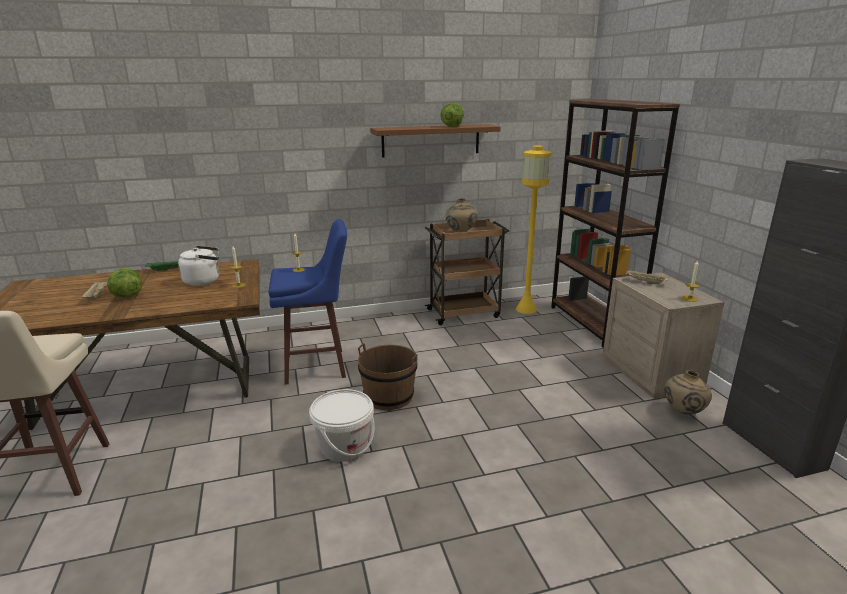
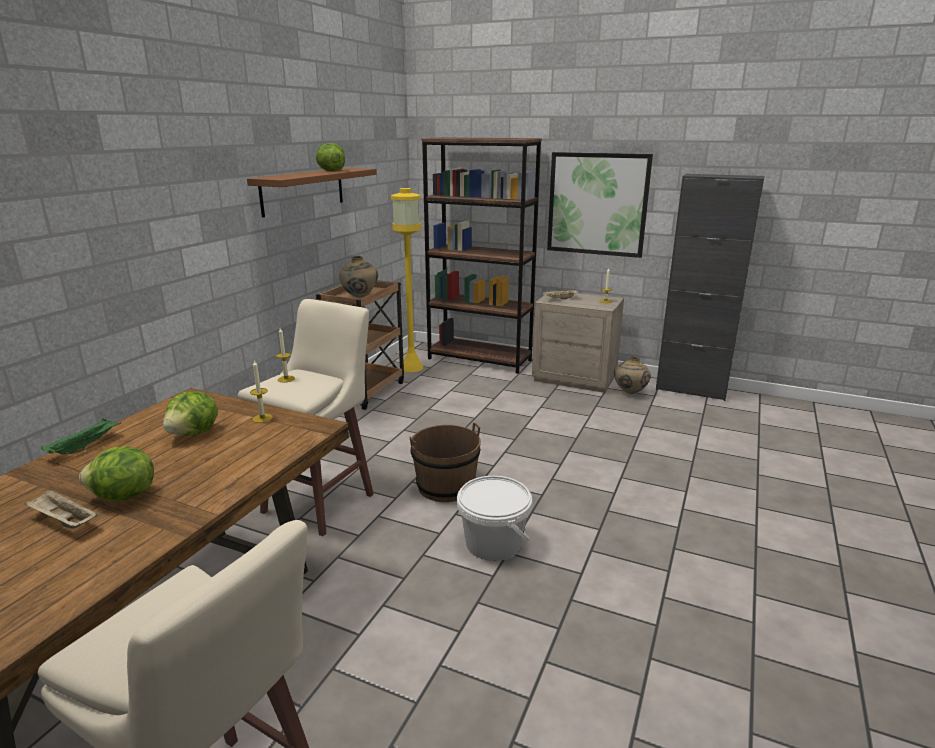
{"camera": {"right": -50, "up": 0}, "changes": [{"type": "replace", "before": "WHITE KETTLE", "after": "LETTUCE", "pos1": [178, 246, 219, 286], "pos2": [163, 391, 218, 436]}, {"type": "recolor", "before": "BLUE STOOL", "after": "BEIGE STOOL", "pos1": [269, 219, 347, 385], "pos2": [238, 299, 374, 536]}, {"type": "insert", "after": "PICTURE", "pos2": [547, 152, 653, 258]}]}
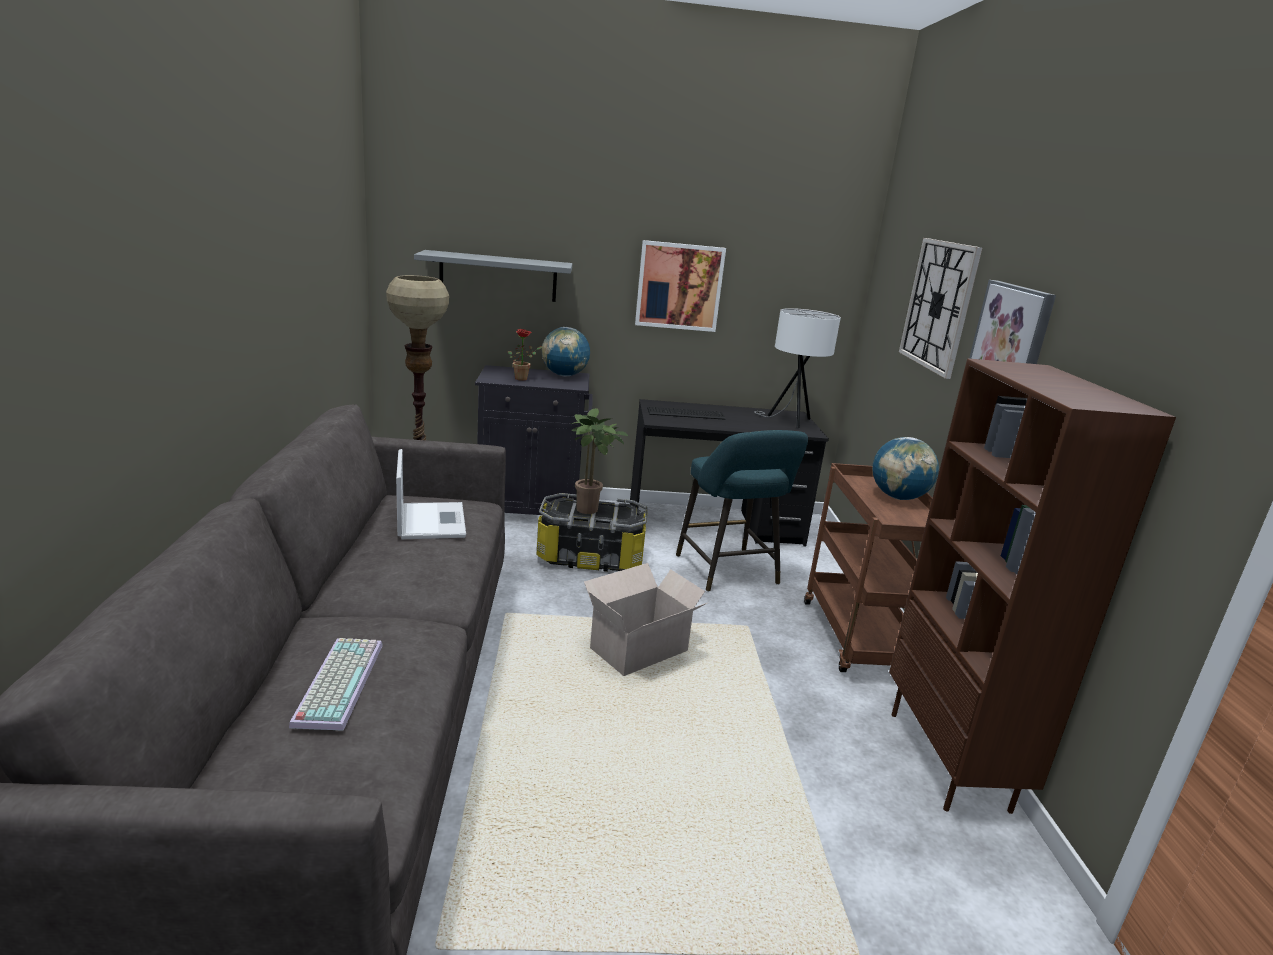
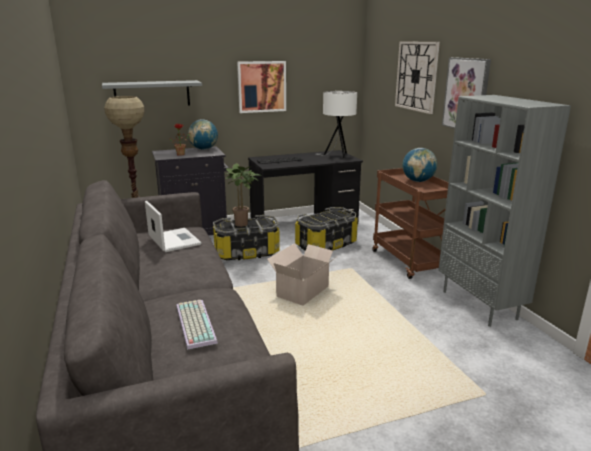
{"camera": {"right": -15, "up": 0}, "changes": [{"type": "replace", "before": "TURQUOISE STOOL", "after": "STORAGE BOX", "pos1": [676, 430, 808, 592], "pos2": [295, 207, 358, 251]}, {"type": "recolor", "before": "BROWN BOOKCASE", "after": "GREY BOOKCASE", "pos1": [889, 358, 1176, 814], "pos2": [439, 95, 571, 327]}]}
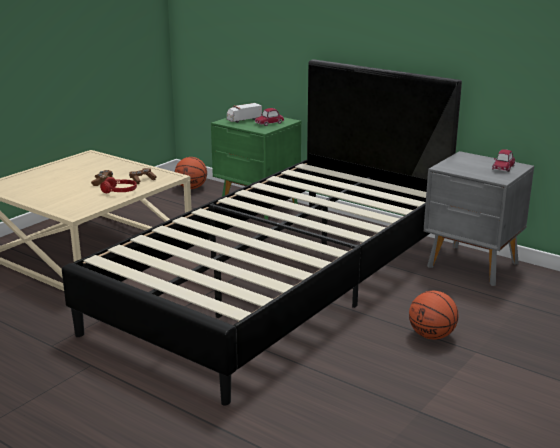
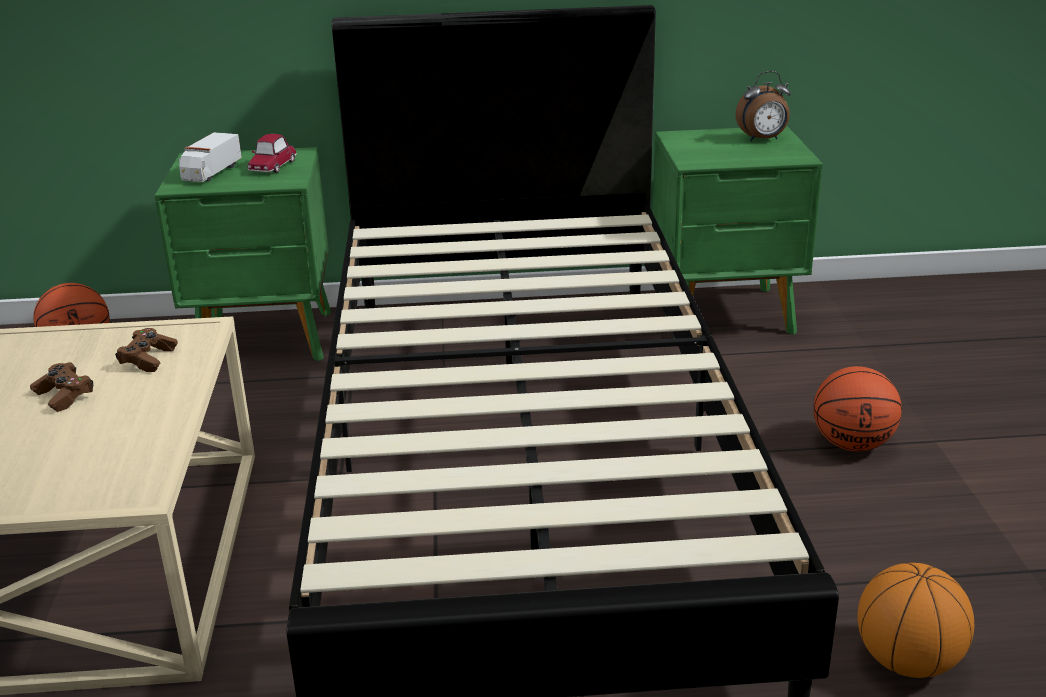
{"camera": {"right": -40, "up": 5}, "changes": [{"type": "delete", "before": "RED HEADPHONES", "pos1": [100, 177, 137, 193]}, {"type": "recolor", "before": "GREY NIGHTSTAND", "after": "GREEN NIGHTSTAND", "pos1": [424, 151, 534, 286], "pos2": [653, 126, 823, 339]}, {"type": "replace", "before": "TOY CAR", "after": "ALARM CLOCK", "pos1": [492, 149, 515, 172], "pos2": [736, 71, 791, 141]}, {"type": "insert", "after": "BASKETBALL", "pos2": [858, 563, 974, 678]}]}
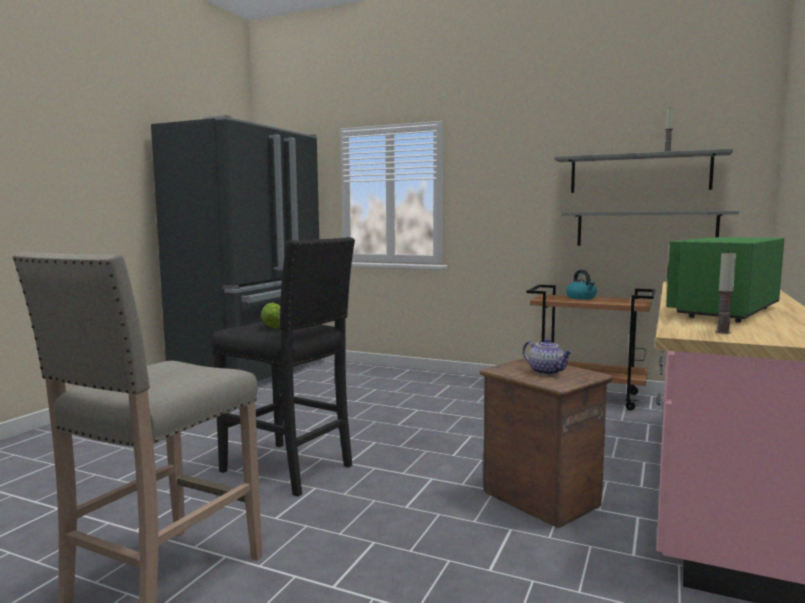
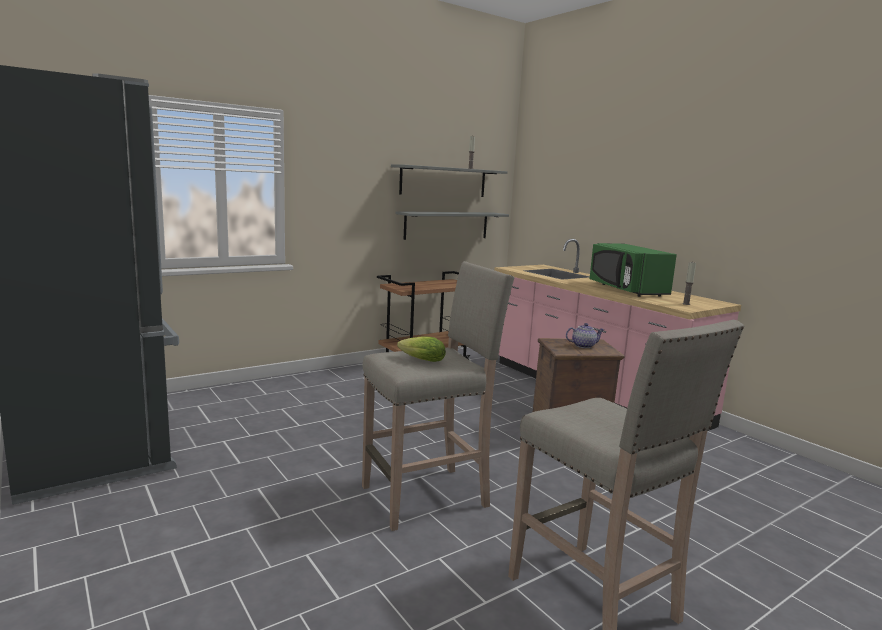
{"camera": {"right": -60, "up": 5}, "changes": [{"type": "recolor", "before": "BLACK STOOL", "after": "BEIGE STOOL", "pos1": [211, 237, 355, 497], "pos2": [362, 261, 514, 531]}, {"type": "delete", "before": "KETTLE", "pos1": [566, 270, 597, 299]}]}
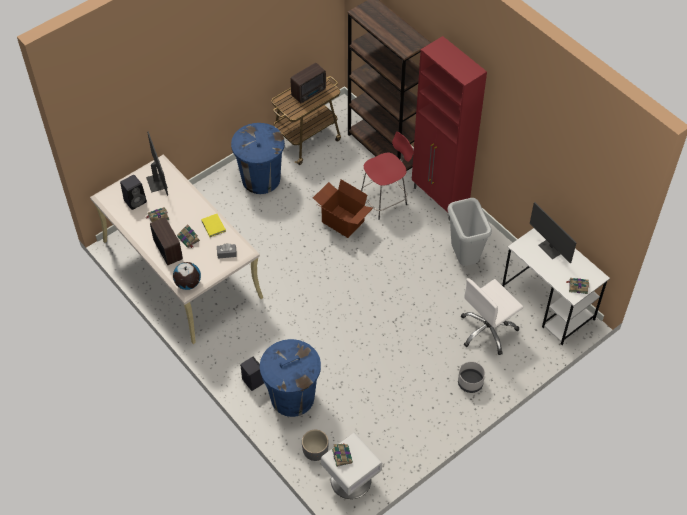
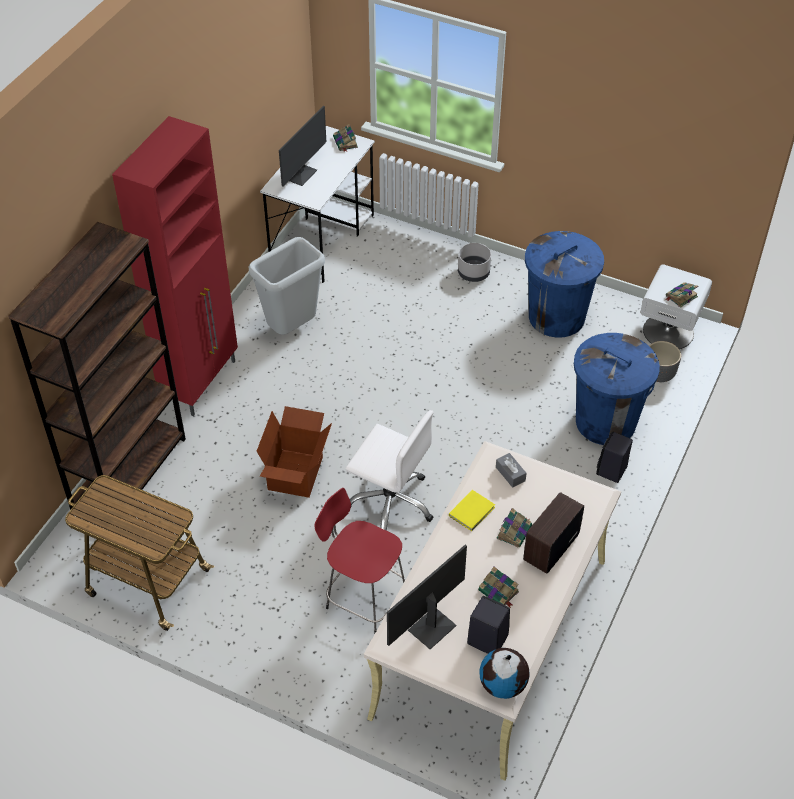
{"camera": {"right": -115, "up": -5}, "changes": [{"type": "move", "before": "GLOBE", "pos1": [173, 262, 201, 290], "pos2": [479, 648, 530, 699]}, {"type": "move", "before": "BLUE TRASH CAN", "pos1": [231, 123, 285, 194], "pos2": [525, 231, 604, 338]}, {"type": "delete", "before": "RADIO", "pos1": [290, 63, 326, 103]}, {"type": "move", "before": "RED STOOL", "pos1": [360, 132, 414, 220], "pos2": [314, 488, 406, 633]}, {"type": "move", "before": "WHITE OFFICE CHAIR", "pos1": [461, 278, 523, 355], "pos2": [345, 410, 434, 531]}]}
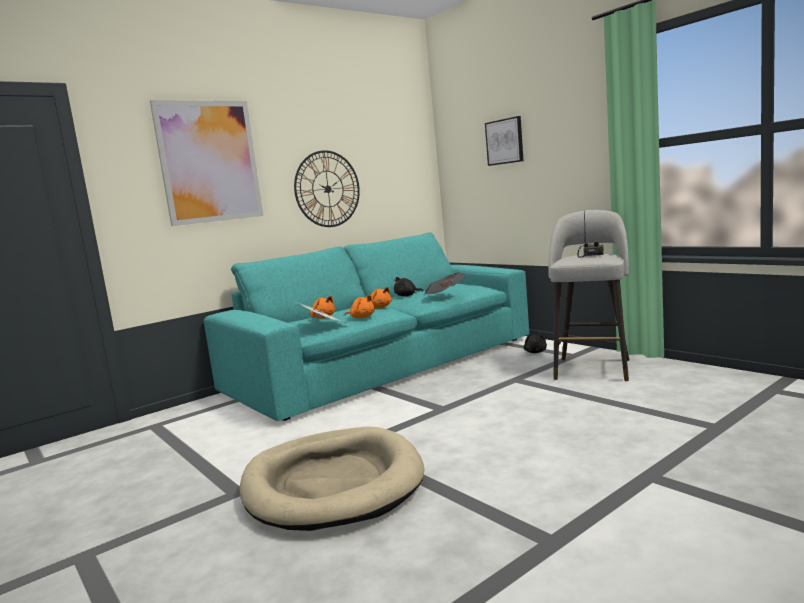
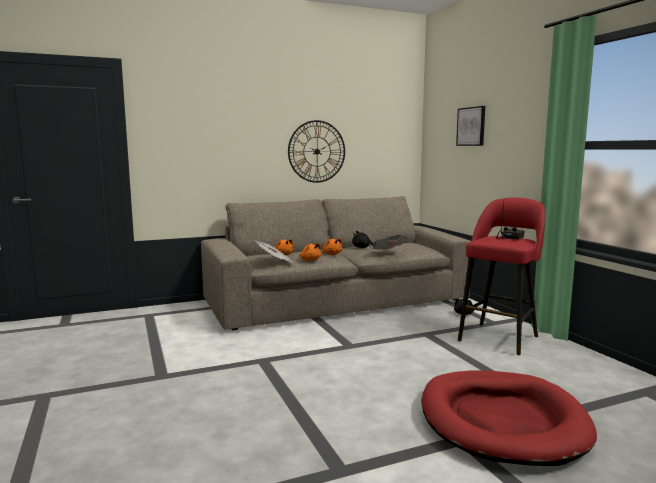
{"camera": {"right": 15, "up": 0}, "changes": [{"type": "delete", "before": "PICTURE", "pos1": [150, 100, 263, 226]}, {"type": "recolor", "before": "TURQUOISE SOFA", "after": "BEIGE SOFA", "pos1": [204, 232, 529, 421], "pos2": [201, 196, 471, 330]}, {"type": "delete", "before": "BEIGE DOG BED", "pos1": [239, 426, 424, 531]}, {"type": "recolor", "before": "GREY STOOL", "after": "RED STOOL", "pos1": [549, 210, 630, 382], "pos2": [458, 197, 545, 355]}, {"type": "insert", "after": "RED DOG BED", "pos2": [421, 370, 597, 466]}]}
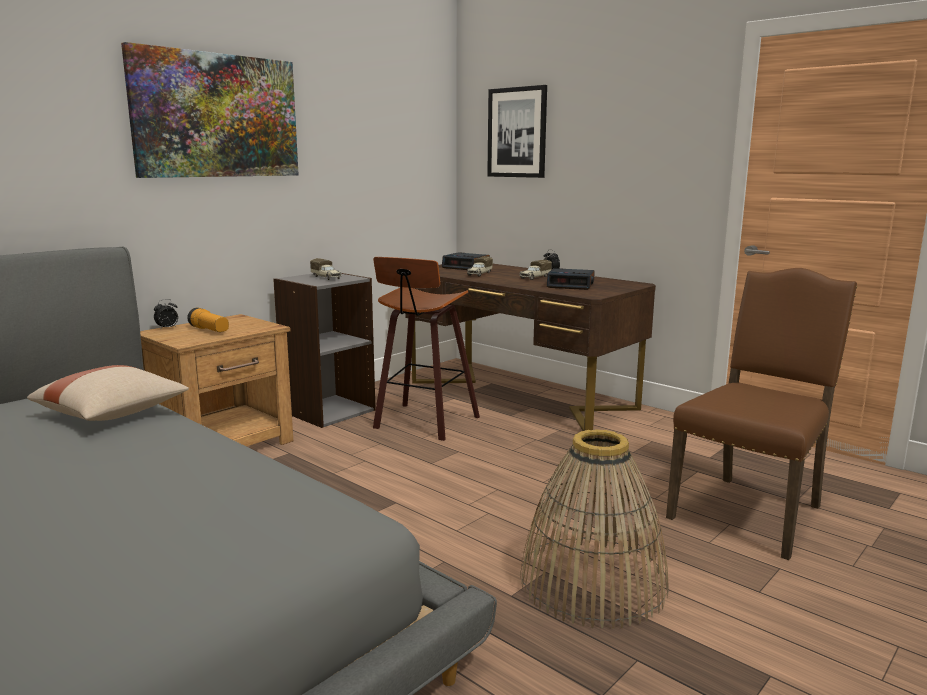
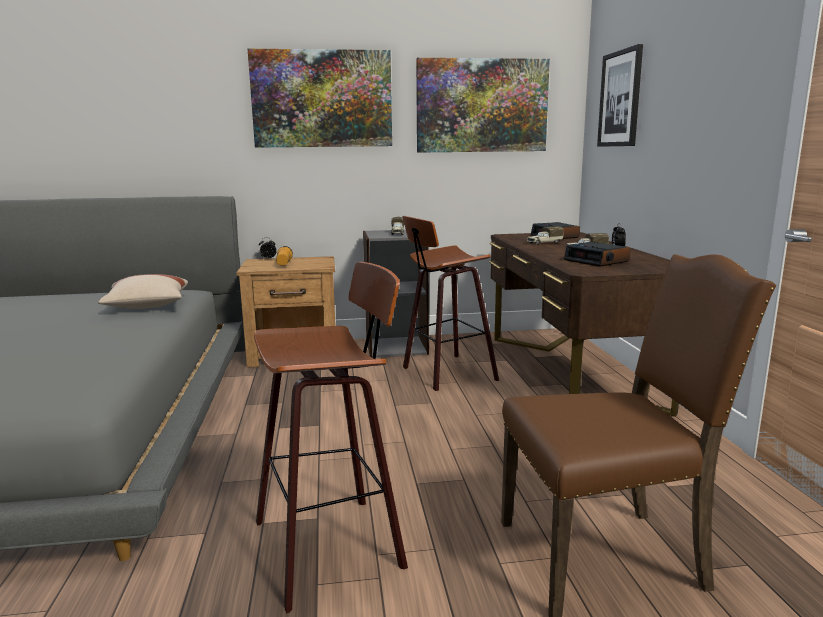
{"camera": {"right": 40, "up": 0}, "changes": [{"type": "replace", "before": "BASKET", "after": "STOOL", "pos1": [520, 429, 668, 629], "pos2": [254, 262, 408, 614]}, {"type": "insert", "after": "PICTURE", "pos2": [416, 58, 550, 153]}]}
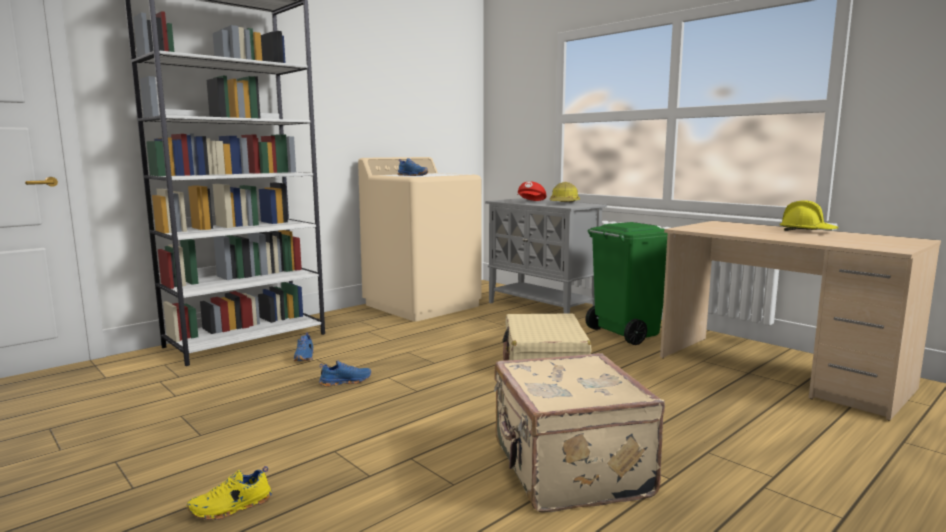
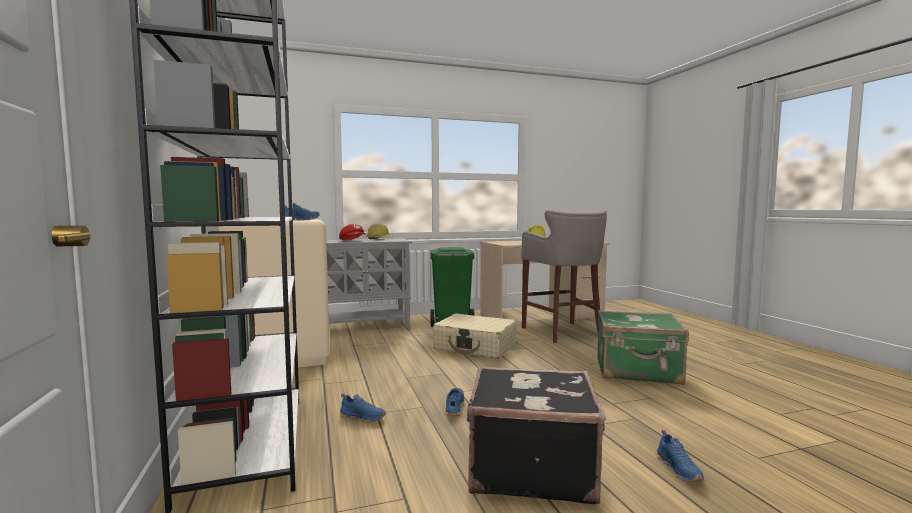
{"camera": {"right": -65, "up": -5}, "changes": [{"type": "recolor", "before": "YELLOW SHOE", "after": "BLUE SHOE", "pos1": [187, 466, 272, 520], "pos2": [656, 430, 704, 482]}, {"type": "recolor", "before": "BEIGE SUITCASE", "after": "GREEN SUITCASE", "pos1": [494, 353, 665, 513], "pos2": [597, 310, 689, 385]}, {"type": "insert", "after": "BLACK SUITCASE", "pos2": [467, 366, 606, 504]}, {"type": "insert", "after": "GREY STOOL", "pos2": [522, 210, 607, 343]}]}
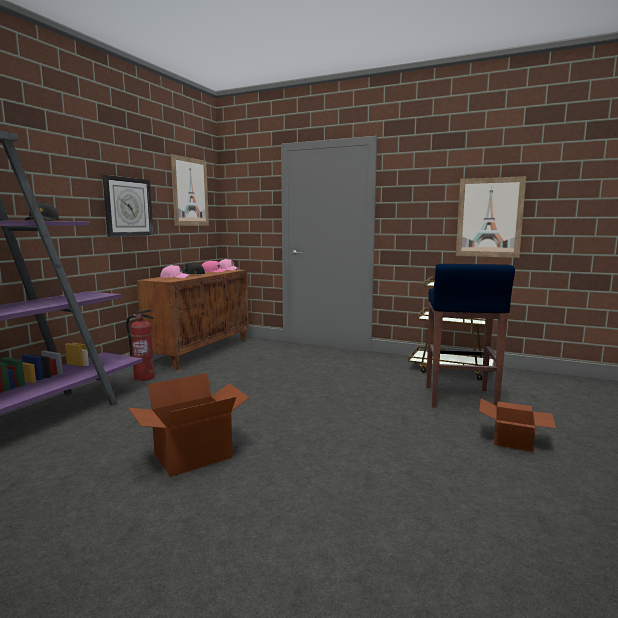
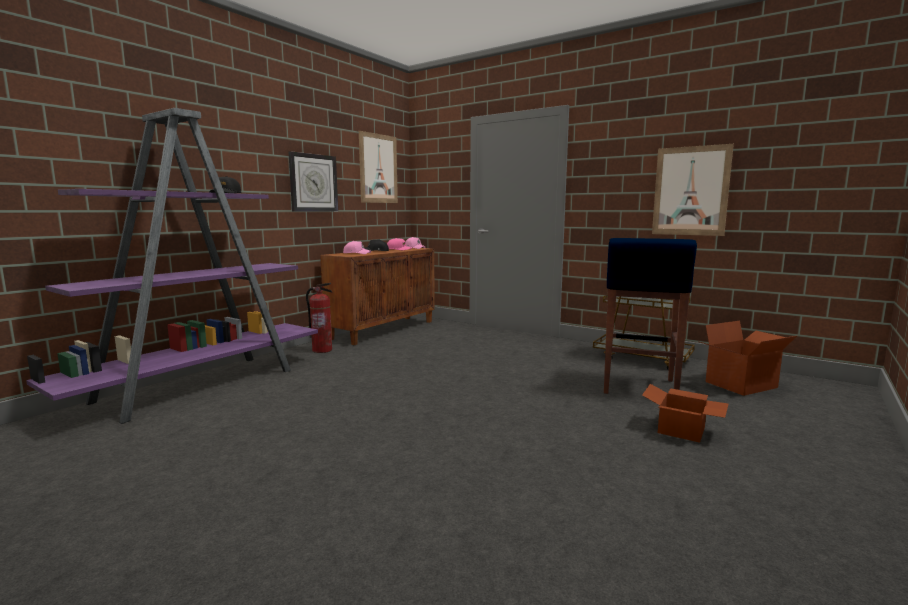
{"camera": {"right": 10, "up": 0}, "changes": [{"type": "move", "before": "CARDBOARD BOX", "pos1": [128, 373, 250, 477], "pos2": [698, 321, 797, 396]}]}
